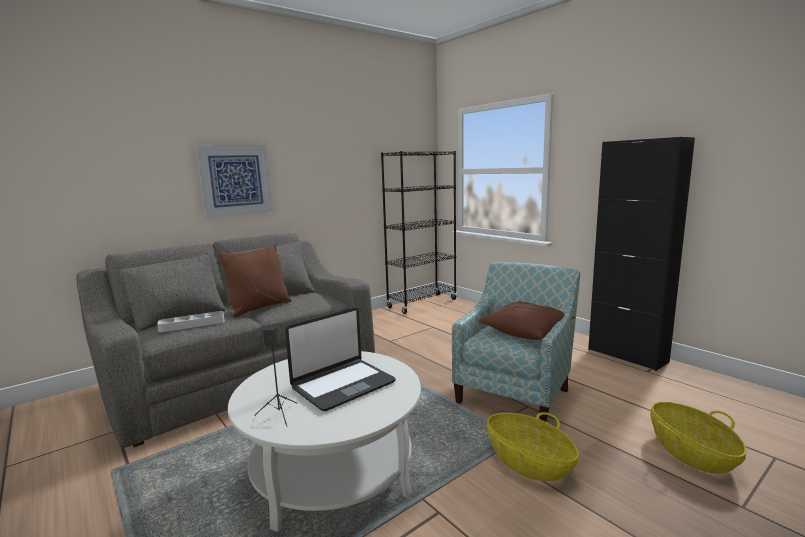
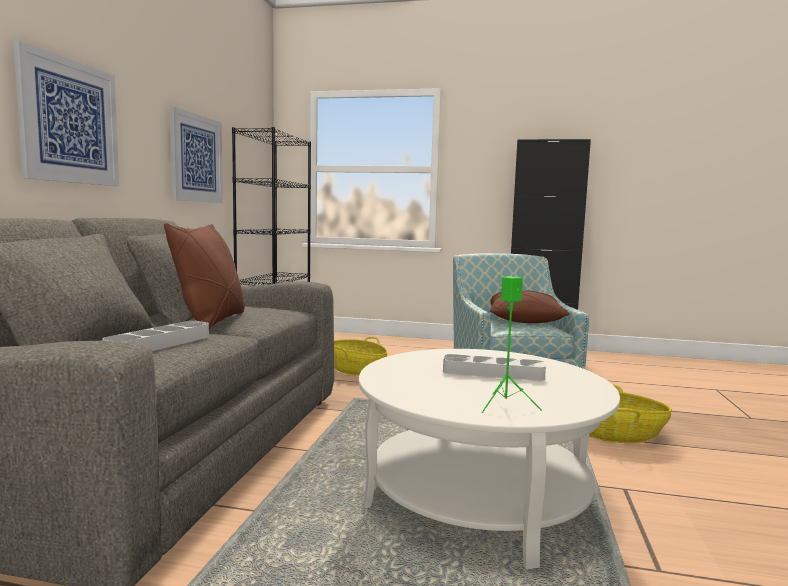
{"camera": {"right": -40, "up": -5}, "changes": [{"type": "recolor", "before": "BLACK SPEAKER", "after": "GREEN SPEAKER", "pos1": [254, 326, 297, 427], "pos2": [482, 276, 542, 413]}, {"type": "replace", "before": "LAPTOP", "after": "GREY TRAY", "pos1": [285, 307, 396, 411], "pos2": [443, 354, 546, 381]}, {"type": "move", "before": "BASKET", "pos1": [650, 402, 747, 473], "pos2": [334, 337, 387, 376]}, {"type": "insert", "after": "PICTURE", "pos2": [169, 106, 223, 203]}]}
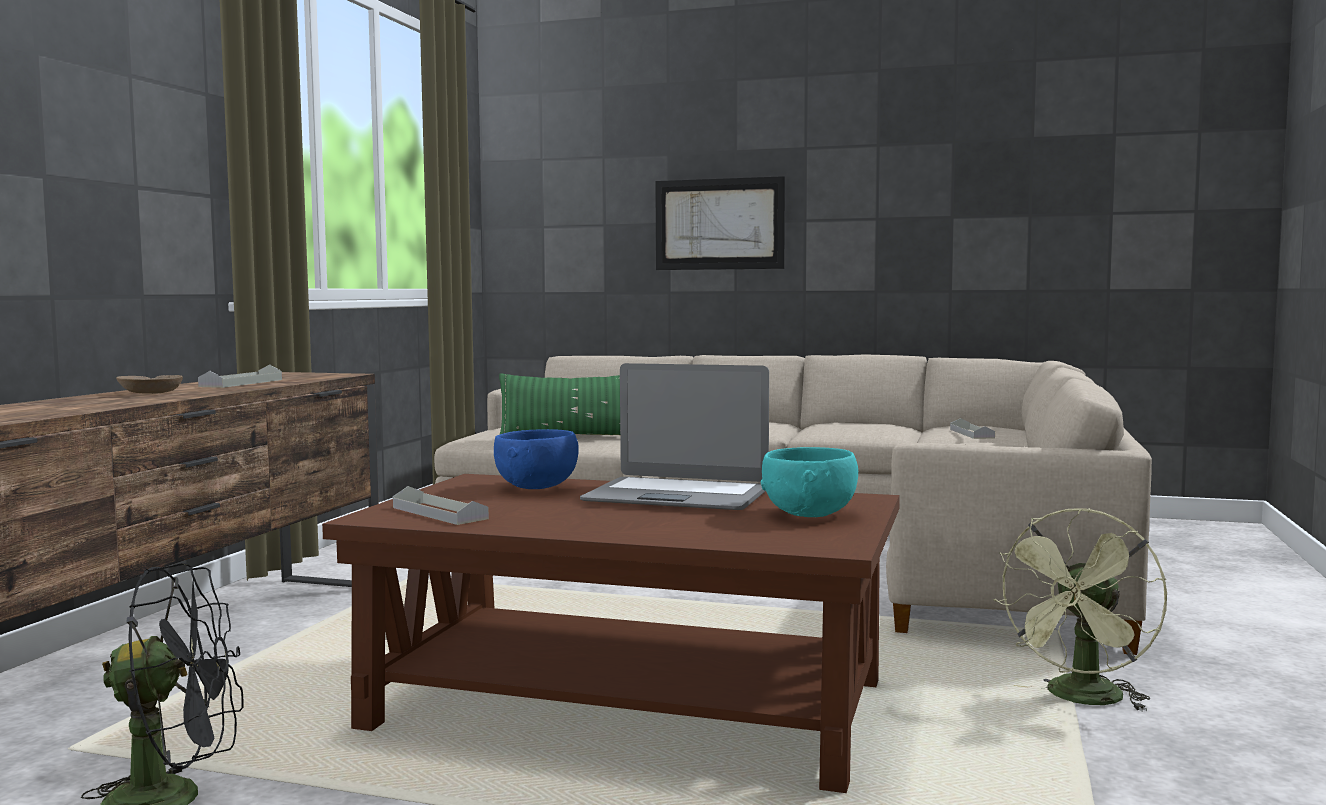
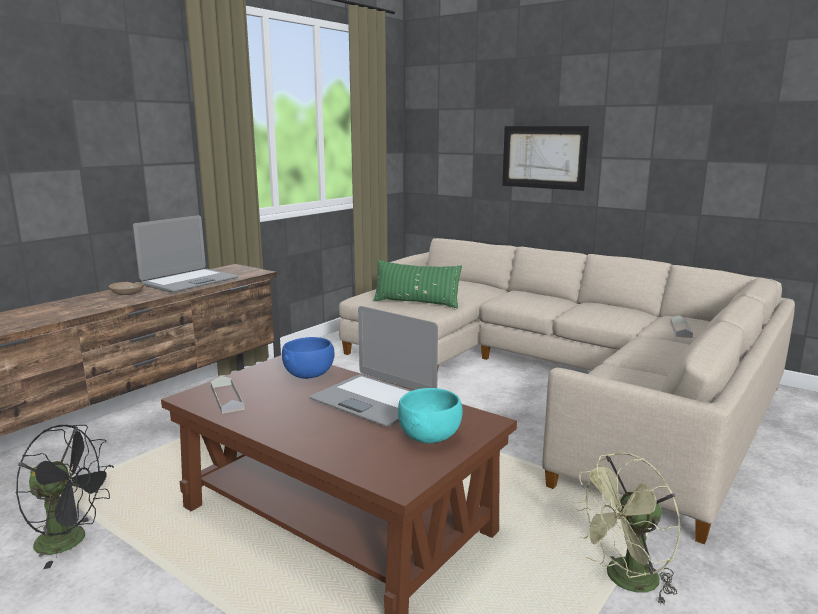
{"camera": {"right": 20, "up": 10}, "changes": [{"type": "replace", "before": "GREY TRAY", "after": "LAPTOP", "pos1": [198, 364, 282, 388], "pos2": [133, 215, 239, 292]}]}
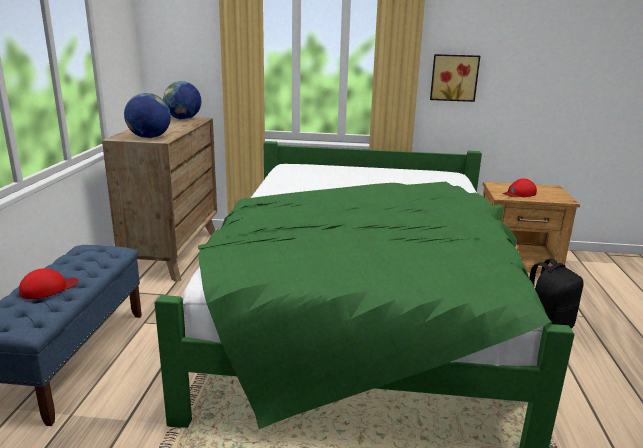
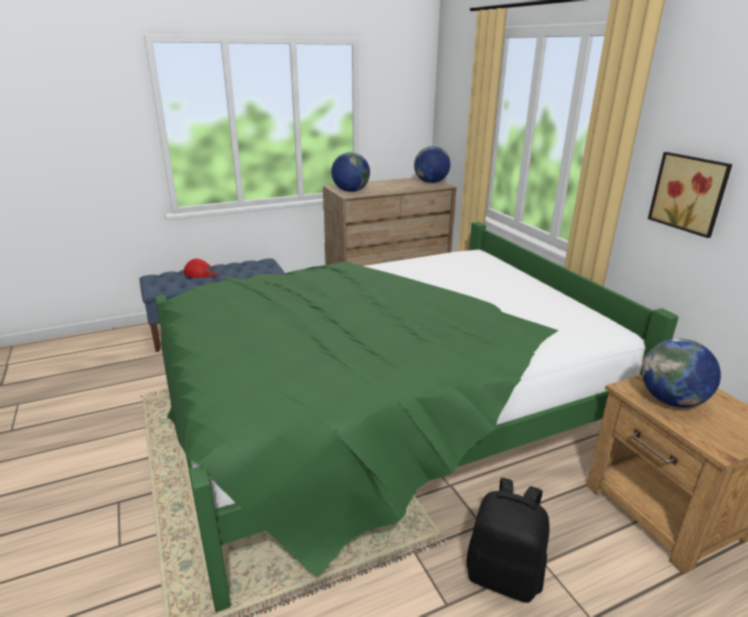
{"camera": {"right": 60, "up": 5}, "changes": [{"type": "replace", "before": "RED CAP", "after": "GLOBE", "pos1": [503, 178, 537, 197], "pos2": [642, 339, 721, 408]}]}
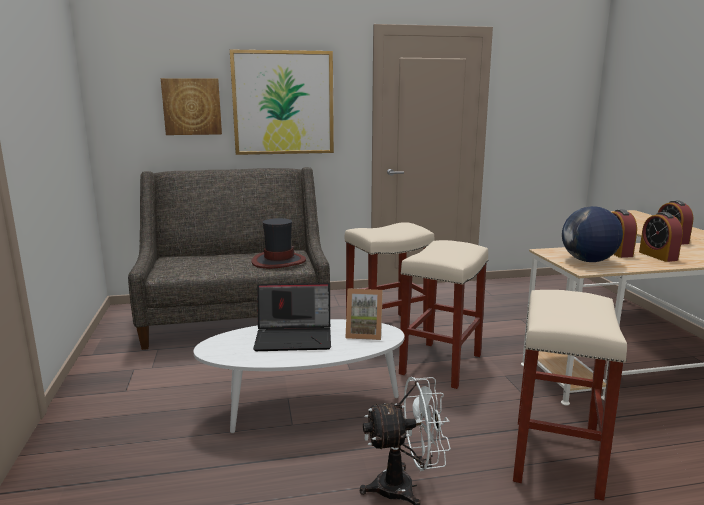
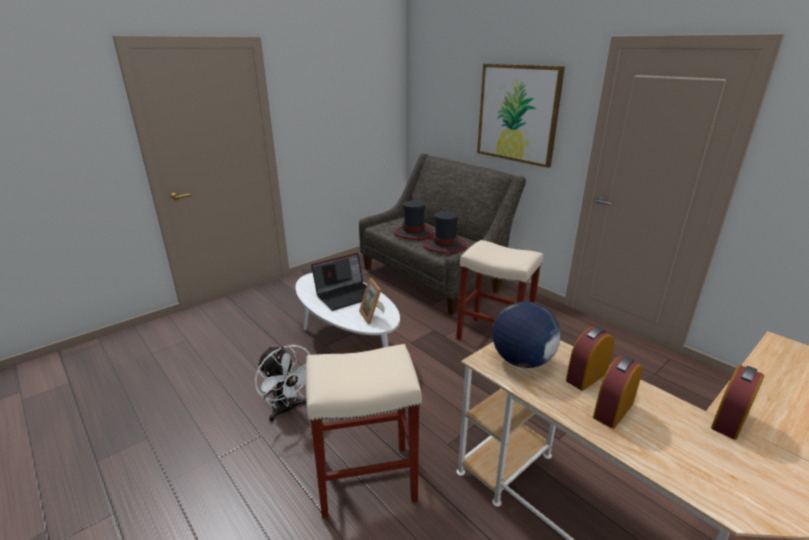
{"camera": {"right": 60, "up": 10}, "changes": [{"type": "delete", "before": "PICTURE", "pos1": [161, 78, 222, 135]}, {"type": "rotate", "before": "LAPTOP", "pos1": [253, 283, 331, 351], "pos2": [311, 253, 367, 311], "turn": -90}, {"type": "delete", "before": "BEIGE STOOL", "pos1": [399, 240, 488, 389]}, {"type": "insert", "after": "HAT", "pos2": [394, 200, 434, 240]}]}
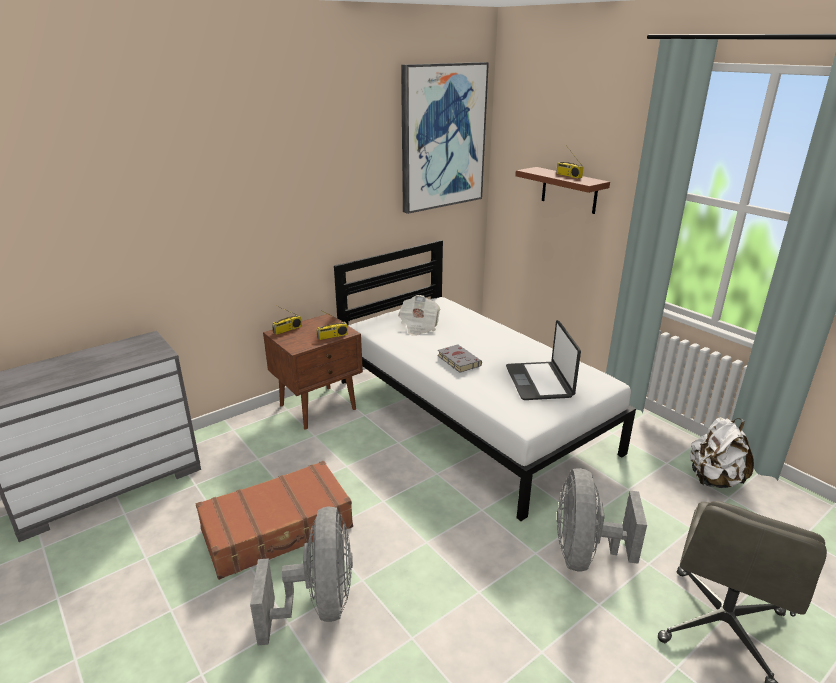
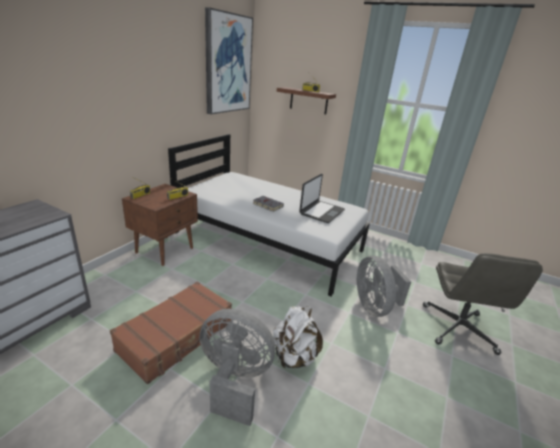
{"camera": {"right": -25, "up": 0}, "changes": [{"type": "rotate", "before": "GREY FAN", "pos1": [250, 507, 353, 645], "pos2": [199, 309, 275, 426], "turn": -45}, {"type": "delete", "before": "NEWSPAPER", "pos1": [398, 295, 440, 336]}, {"type": "rotate", "before": "LAPTOP", "pos1": [506, 320, 581, 400], "pos2": [299, 174, 345, 223], "turn": -120}, {"type": "move", "before": "WHITE BACKPACK", "pos1": [690, 417, 754, 488], "pos2": [273, 306, 323, 369]}]}
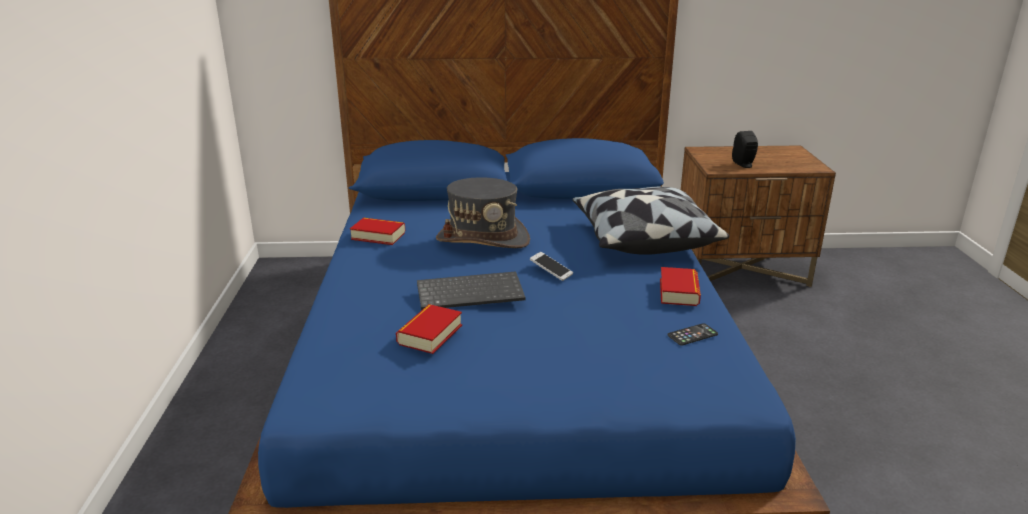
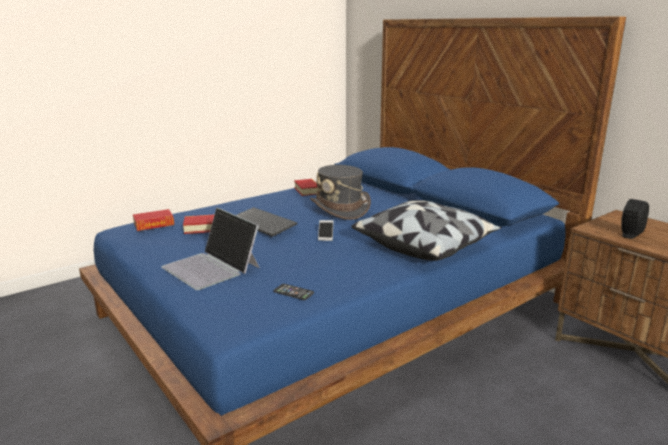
{"camera": {"right": 55, "up": -5}, "changes": [{"type": "move", "before": "BOOK", "pos1": [660, 267, 701, 306], "pos2": [133, 209, 174, 231]}, {"type": "insert", "after": "LAPTOP", "pos2": [161, 207, 259, 290]}]}
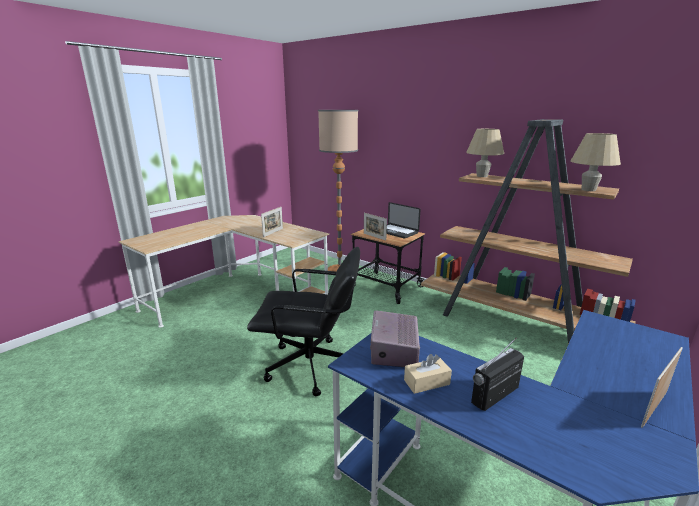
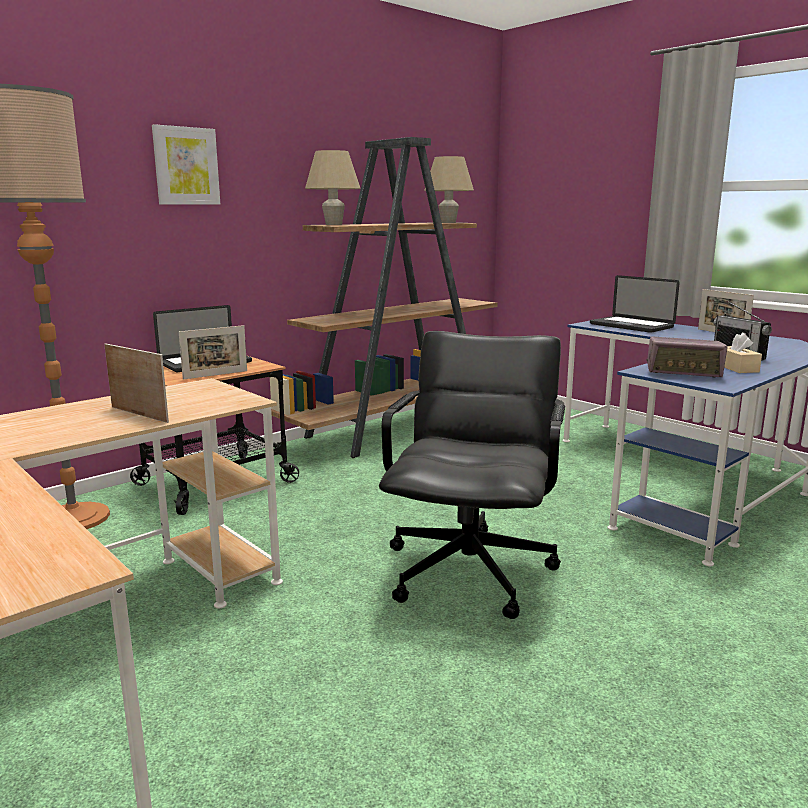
{"camera": {"right": -80, "up": -5}, "changes": [{"type": "insert", "after": "PICTURE", "pos2": [152, 124, 220, 205]}, {"type": "insert", "after": "LAPTOP", "pos2": [590, 275, 680, 333]}]}
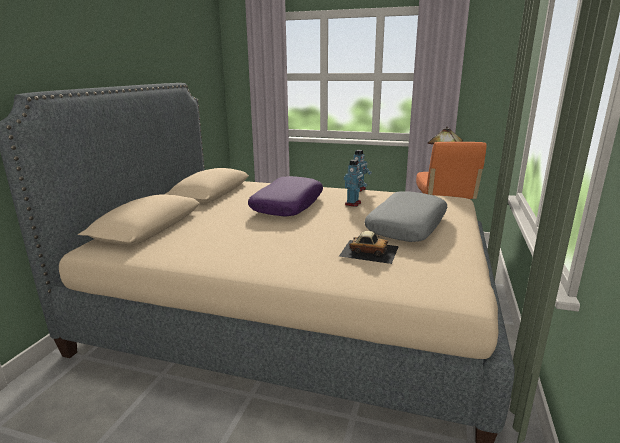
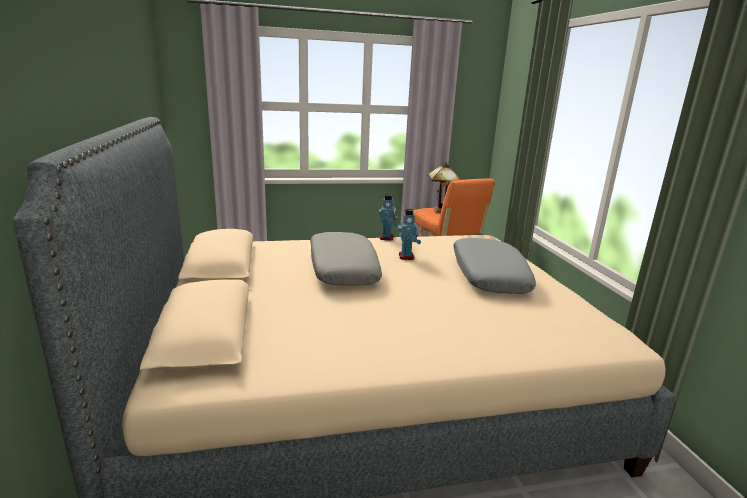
{"camera": {"right": -30, "up": 0}, "changes": [{"type": "recolor", "before": "PURPLE PILLOW", "after": "GREY PILLOW", "pos1": [248, 176, 323, 217], "pos2": [310, 232, 382, 286]}, {"type": "delete", "before": "TOY CAR", "pos1": [339, 231, 399, 264]}]}
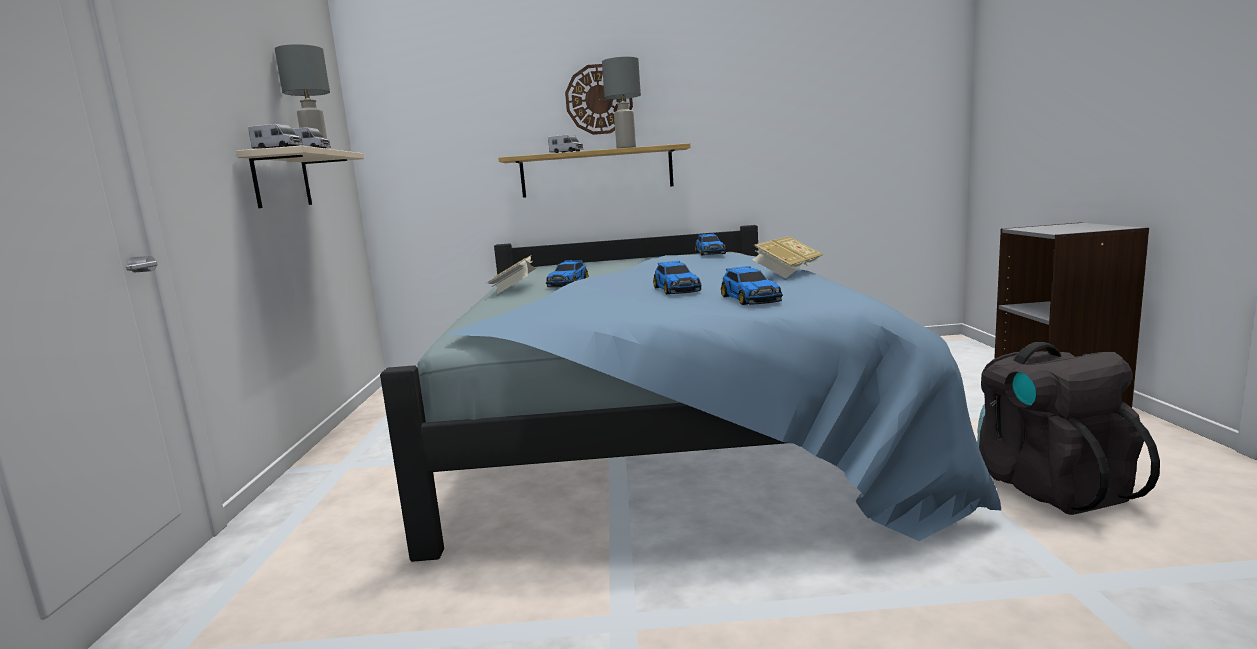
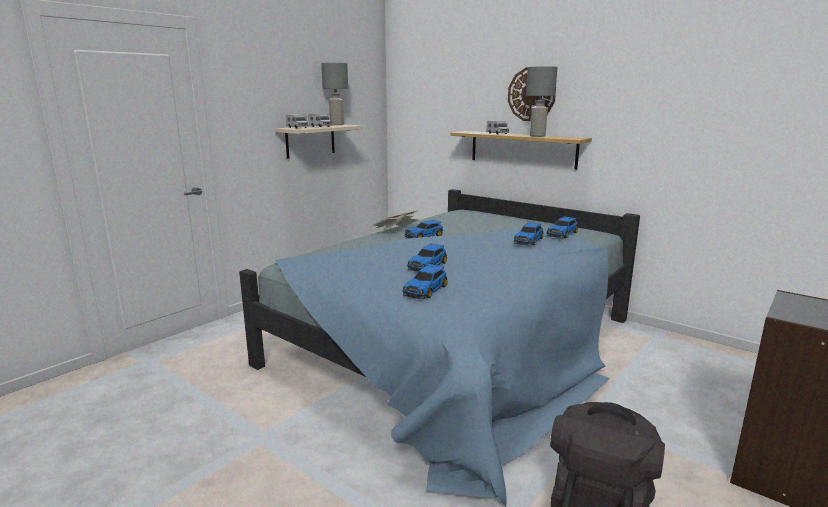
{"camera": {"right": 40, "up": 5}, "changes": [{"type": "delete", "before": "BOOK", "pos1": [752, 236, 824, 279]}, {"type": "insert", "after": "TOY CAR", "pos2": [514, 222, 544, 246]}]}
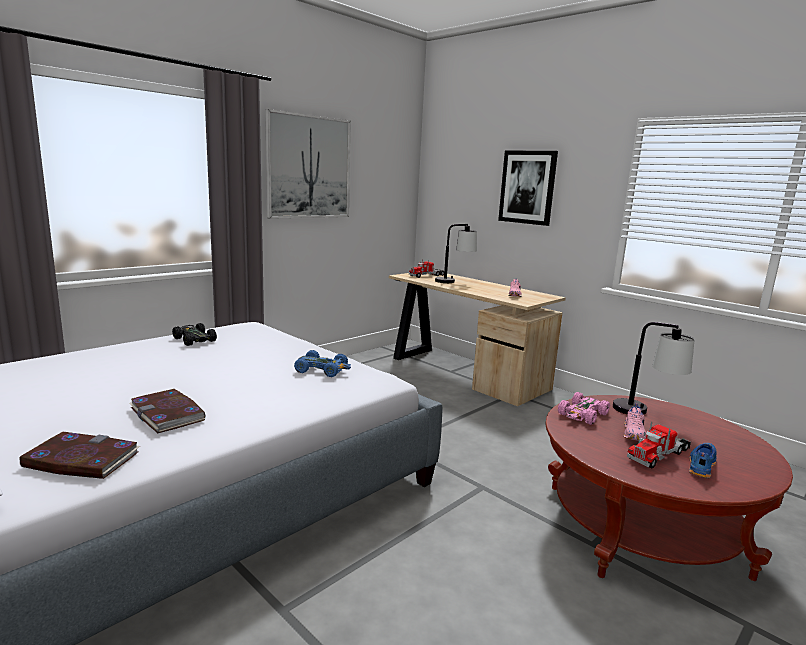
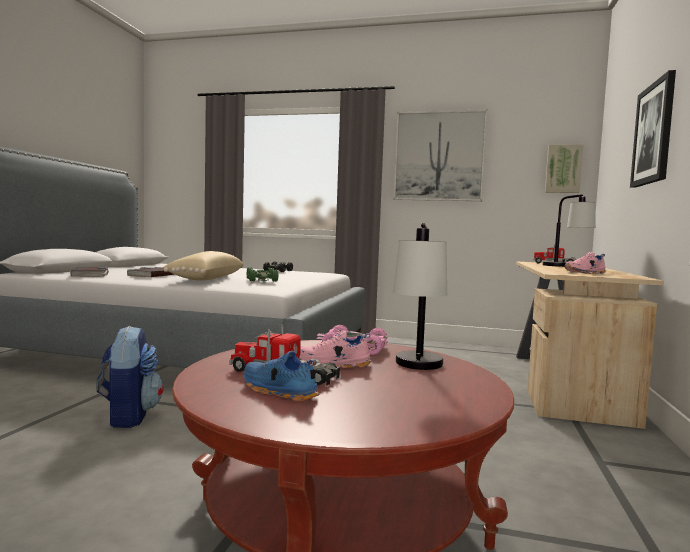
{"camera": {"right": 60, "up": -10}, "changes": [{"type": "recolor", "before": "BLUE TOY CAR", "after": "GREEN TOY CAR", "pos1": [294, 350, 351, 377], "pos2": [246, 267, 278, 282]}, {"type": "rotate", "before": "BLUE SHOE", "pos1": [689, 443, 717, 479], "pos2": [244, 351, 319, 402], "turn": -150}, {"type": "insert", "after": "BACKPACK", "pos2": [96, 326, 163, 428]}, {"type": "insert", "after": "BEIGE PILLOW", "pos2": [163, 251, 244, 281]}, {"type": "insert", "after": "PICTURE", "pos2": [545, 145, 583, 193]}]}
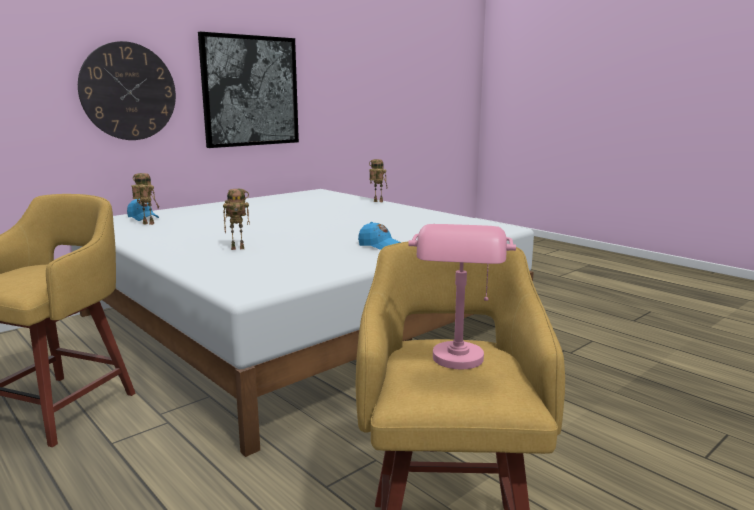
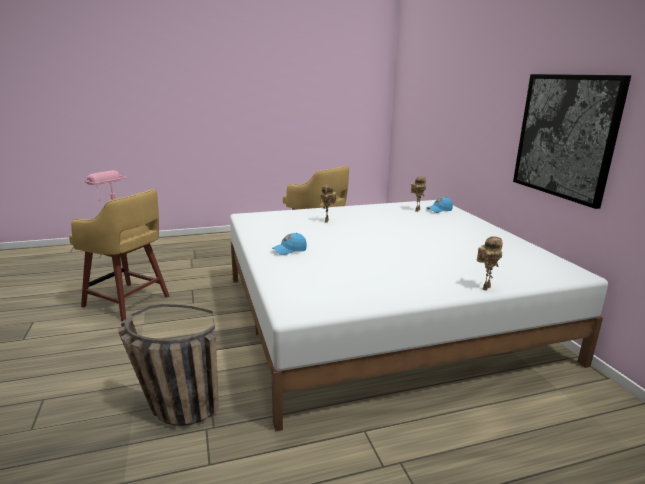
{"camera": {"right": 115, "up": 5}, "changes": [{"type": "delete", "before": "WALL CLOCK", "pos1": [78, 41, 176, 140]}, {"type": "insert", "after": "BASKET", "pos2": [118, 304, 219, 426]}]}
